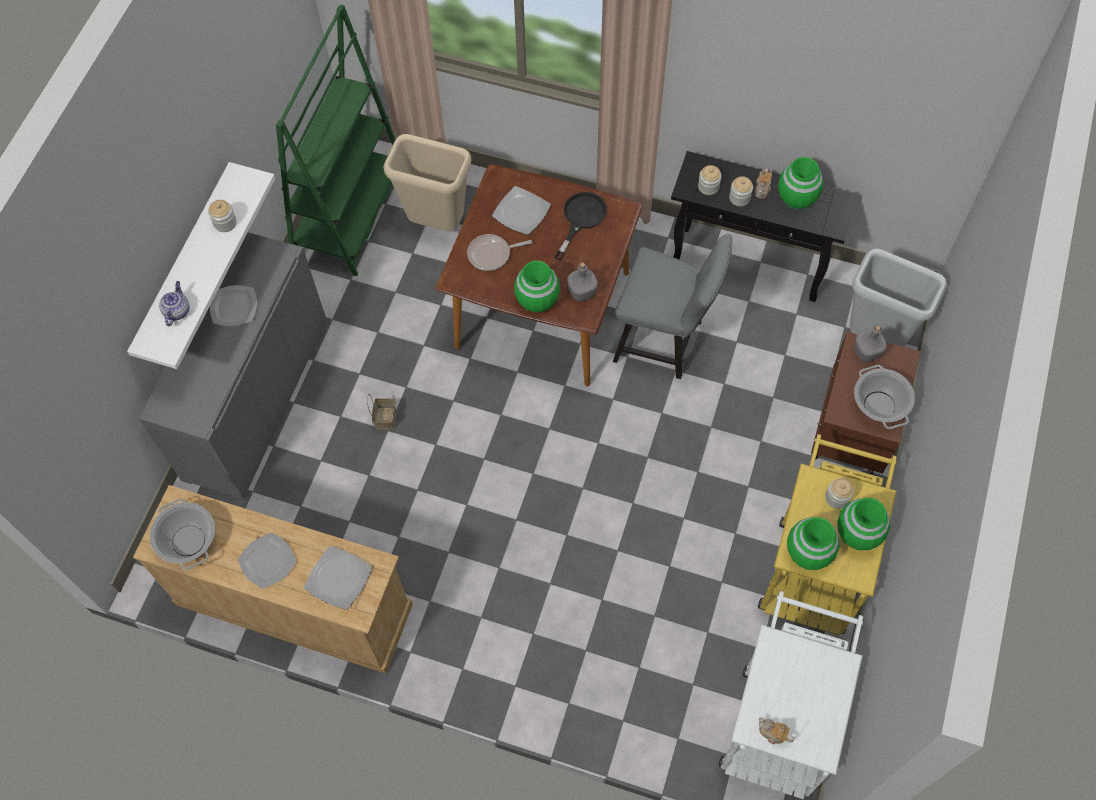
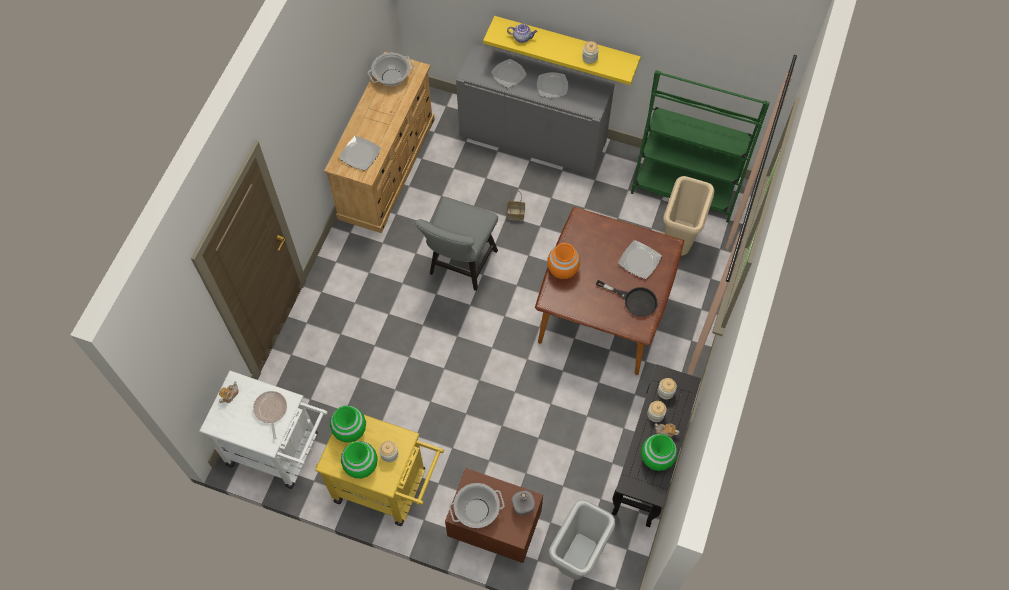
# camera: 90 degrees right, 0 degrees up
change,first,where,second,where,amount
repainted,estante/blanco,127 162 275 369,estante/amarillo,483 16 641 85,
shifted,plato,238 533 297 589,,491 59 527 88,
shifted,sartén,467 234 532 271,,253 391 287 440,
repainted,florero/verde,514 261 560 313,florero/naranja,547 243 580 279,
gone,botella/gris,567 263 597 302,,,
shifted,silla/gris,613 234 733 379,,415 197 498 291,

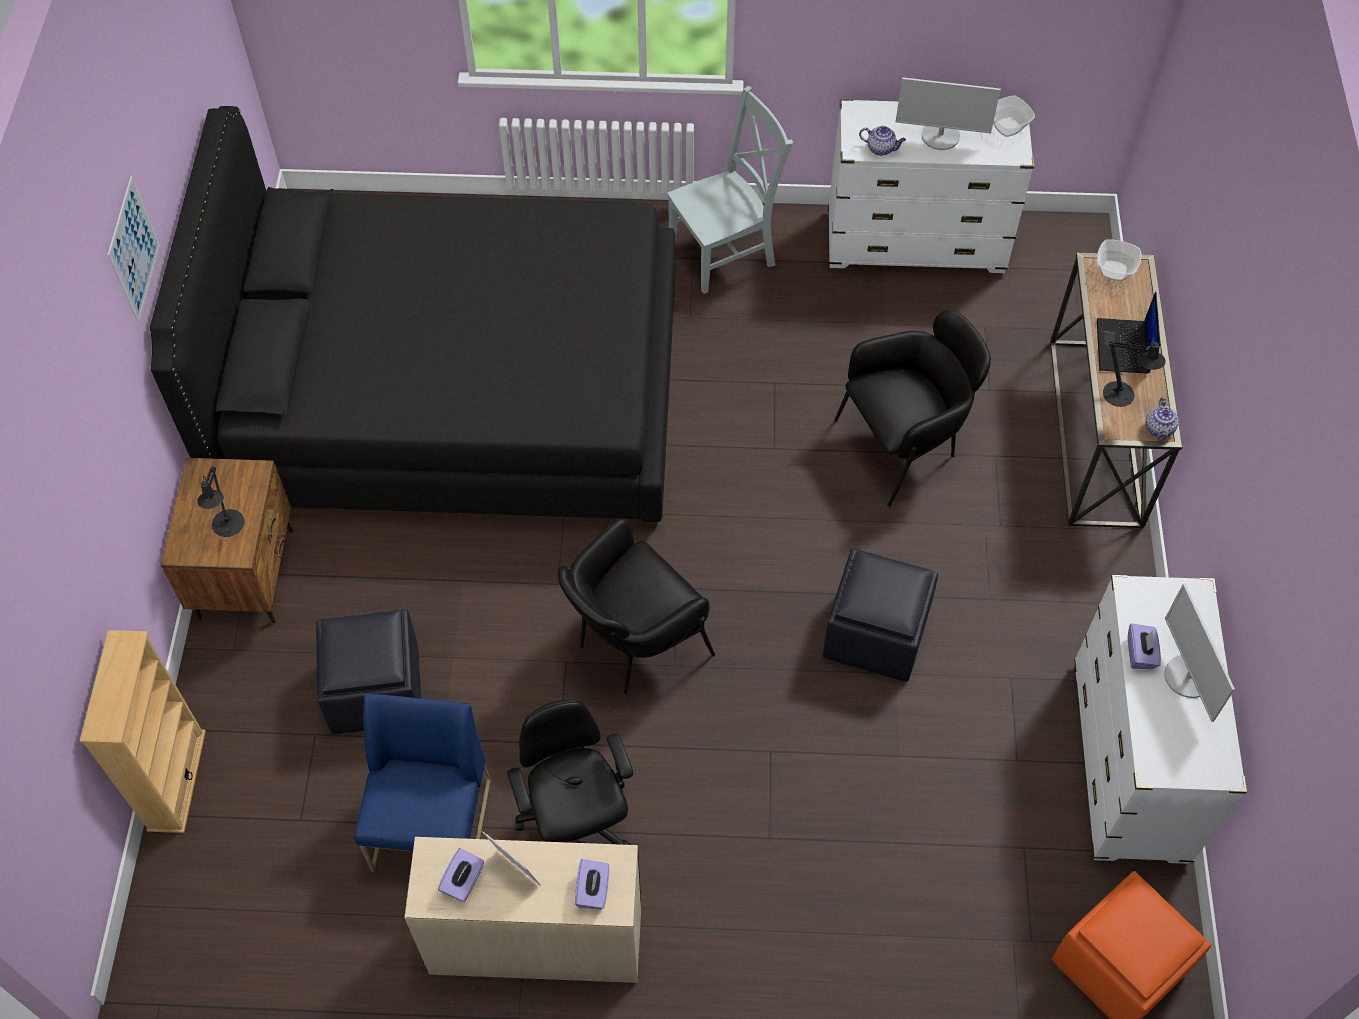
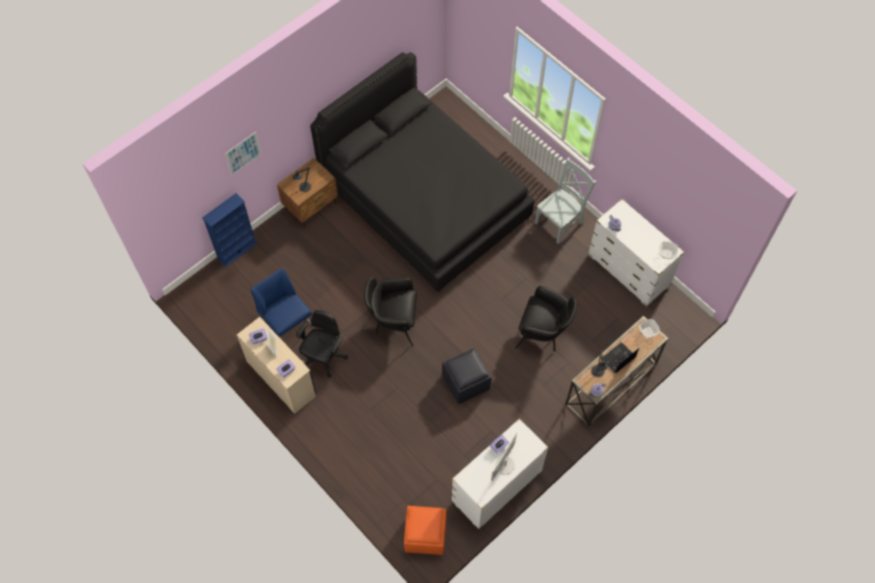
# camera: 45 degrees right, 5 degrees up
change,first,where,second,where,amount
repainted,estantería/beis,80 630 206 833,estantería/azul,202 193 257 267,
shifted,cuadro,108 176 160 322,,225 132 262 175,
gone,puf/negro,316 610 421 734,,,
rotated,silla/azul,354 693 491 872,,250 267 313 340,90 degrees counterclockwise
rotated,silla/gris,667 86 793 294,,535 158 596 244,60 degrees counterclockwise
gone,monitor,896 77 1001 150,,,

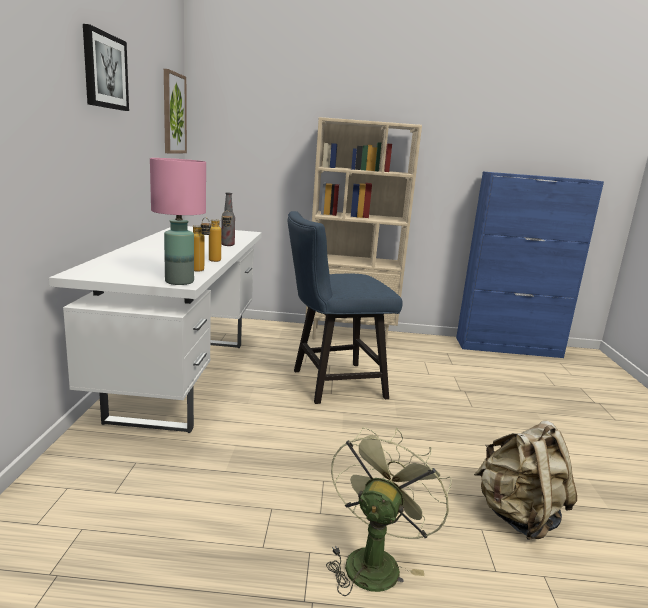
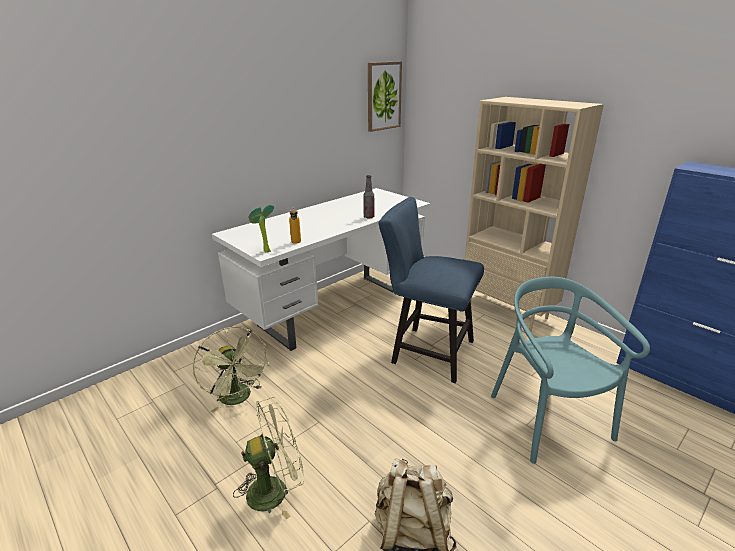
# camera: 45 degrees right, 10 degrees up
change,first,where,second,where,amount
gone,cuadro,83 24 129 111,,,
swapped,lámpara de mesa/rosa,150 158 206 285,planta en maceta,249 205 274 253,
gone,botella,209 211 232 262,,,
new,,,ventilador/verde,193 327 269 413,
new,,,silla/turquesa,491 277 650 464,

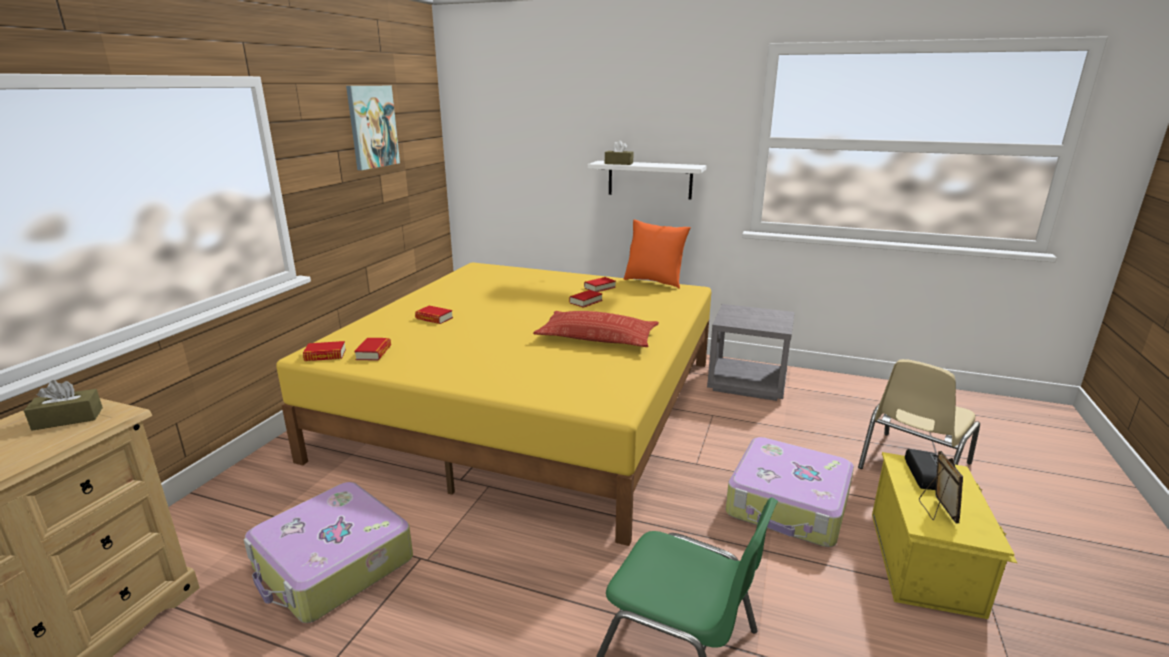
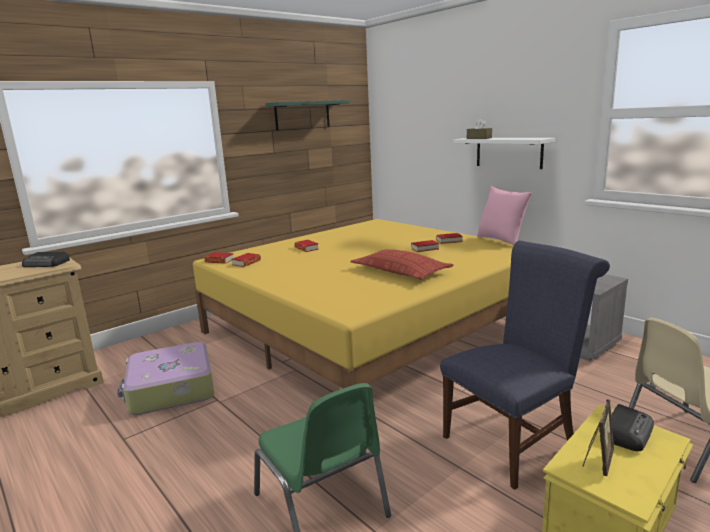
# camera: 30 degrees right, 5 degrees down
change,first,where,second,where,amount
swapped,caja de pañuelos/marrón,24 380 103 431,radio,22 252 70 267,
swapped,cuadro,346 86 400 170,estante/verde,265 100 349 130,
repainted,cojín/naranja,624 220 691 288,cojín/rosa,477 186 532 245,
swapped,maleta,726 437 854 547,silla/azul,440 241 610 490,

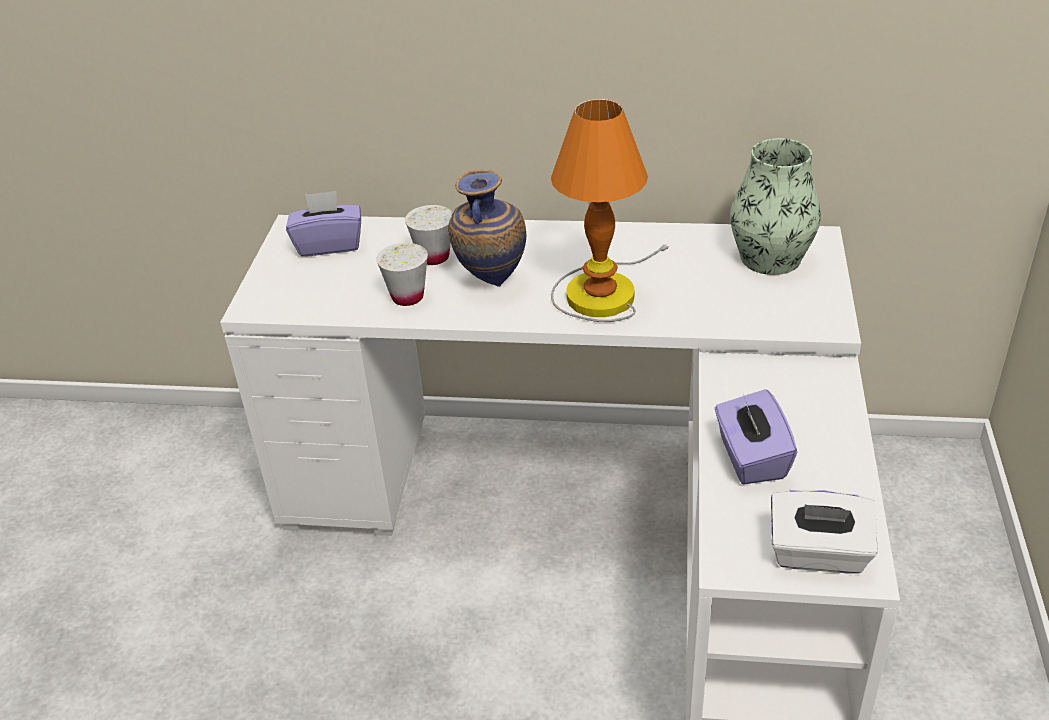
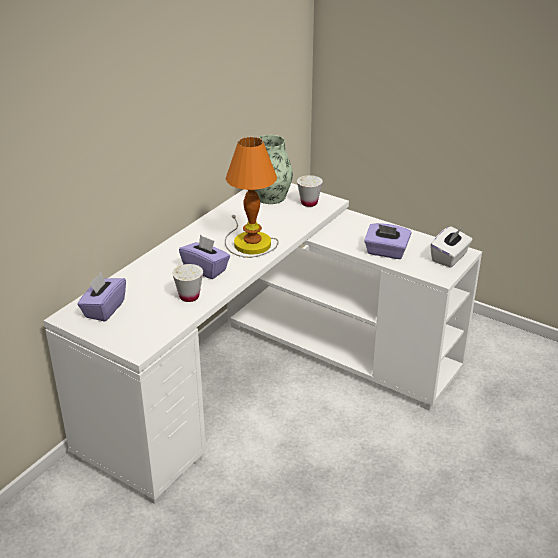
# camera: 65 degrees left, 5 degrees down
change,first,where,second,where,amount
shifted,taza/blanco,405 205 453 265,,297 175 323 207,
swapped,florero,448 170 526 287,caja de pañuelos/morado,179 235 230 279,

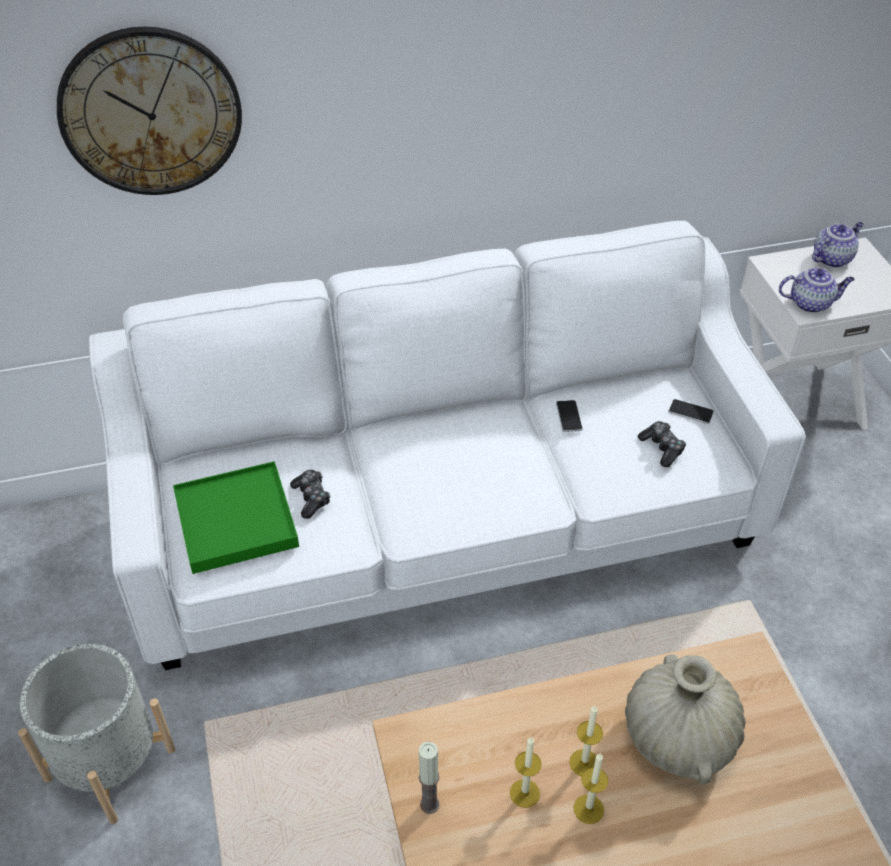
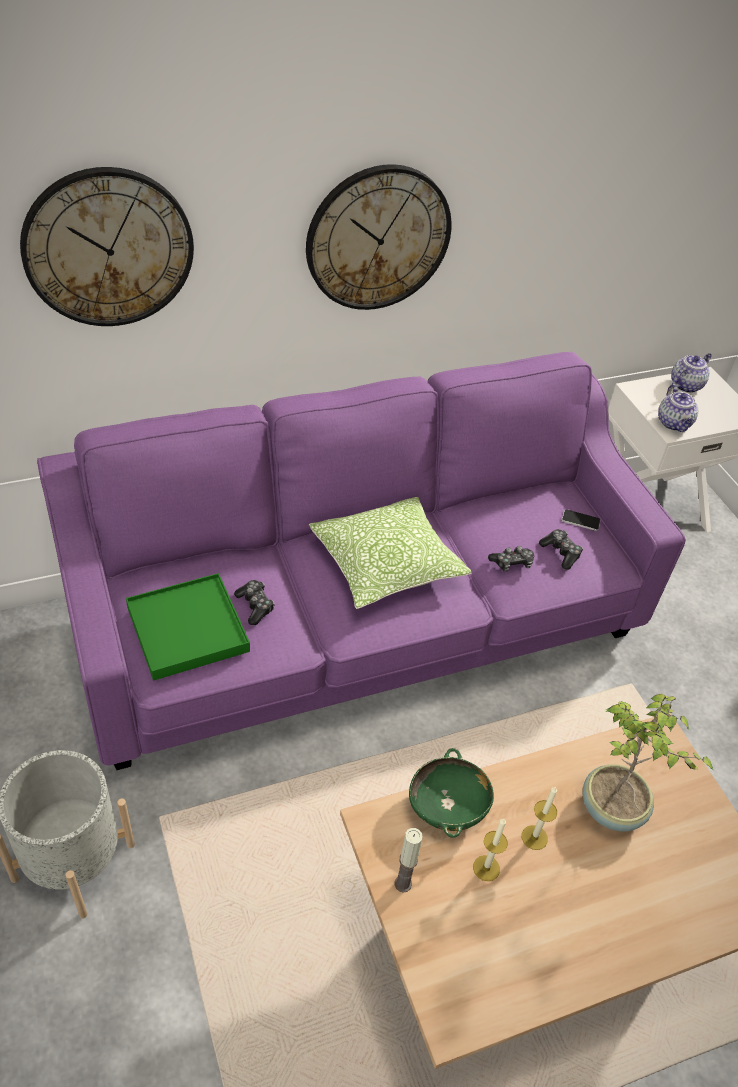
# camera: 10 degrees left, 0 degrees up
change,first,where,second,where,amount
repainted,sofá/blanco,89 221 806 670,sofá/morado,37 352 686 770,
gone,móvil,556 400 582 432,,,
gone,vela,574 754 608 824,,,
swapped,florero/beis,625 654 745 785,planta en maceta,583 694 713 831,
rotated,tetera,779 267 855 313,,658 384 699 432,90 degrees clockwise
new,,,reloj de pared,306 164 452 310,
new,,,cojín,309 497 471 609,
new,,,cuenco/verde,409 748 494 838,
new,,,mando de consola,488 546 534 572,

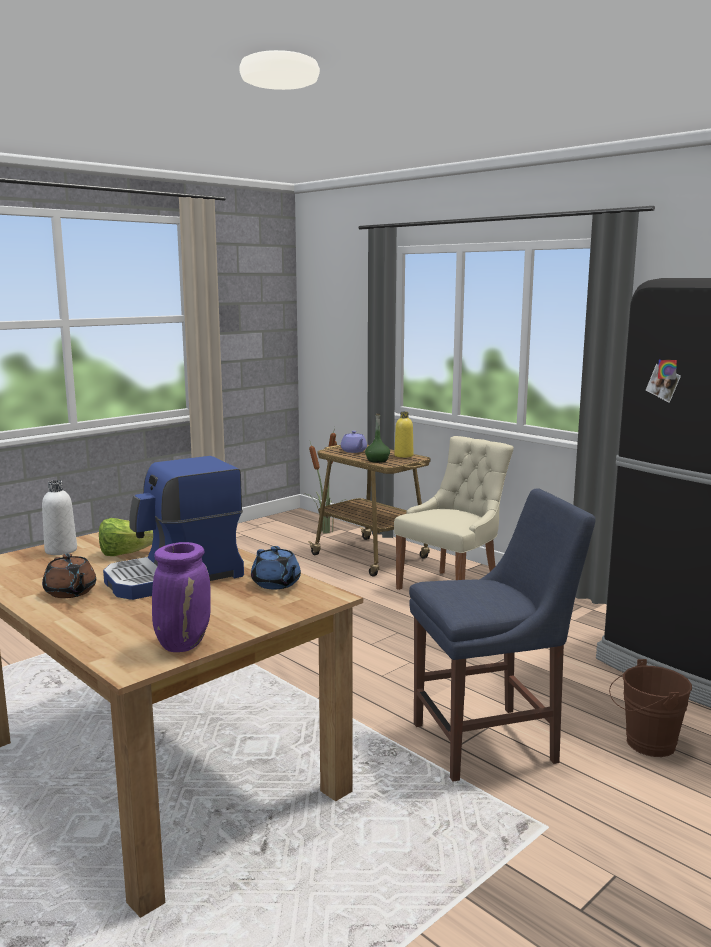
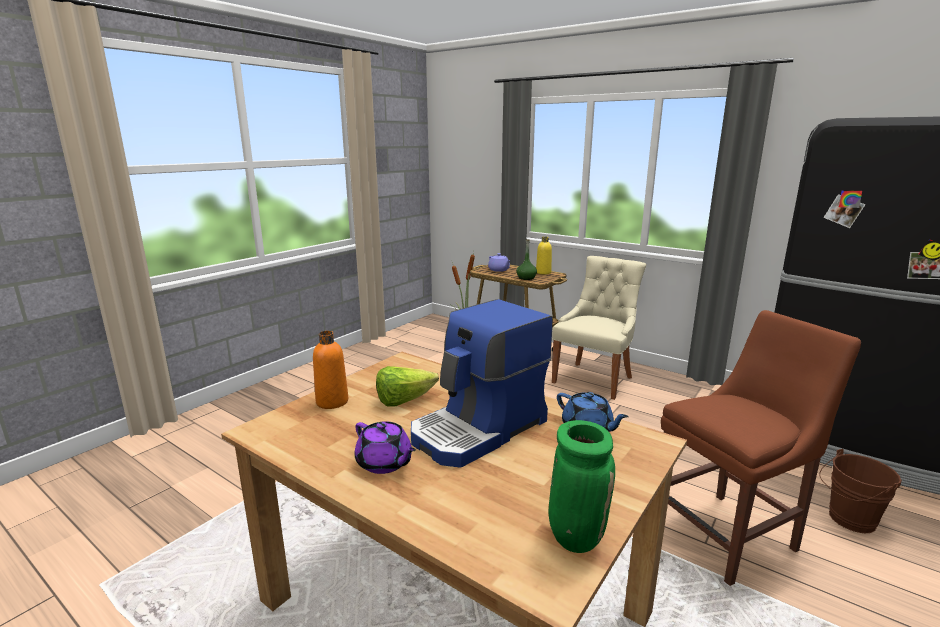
# camera: 10 degrees left, 5 degrees up
change,first,where,second,where,amount
repainted,botella/blanco,42 480 77 555,botella/naranja,313 331 348 409,
repainted,tetera/marrón,42 553 96 598,tetera/morado,355 421 416 474,
repainted,florero/morado,152 542 211 652,florero/verde,549 420 615 553,
repainted,silla/azul,409 488 596 782,silla/marrón,661 310 861 586,

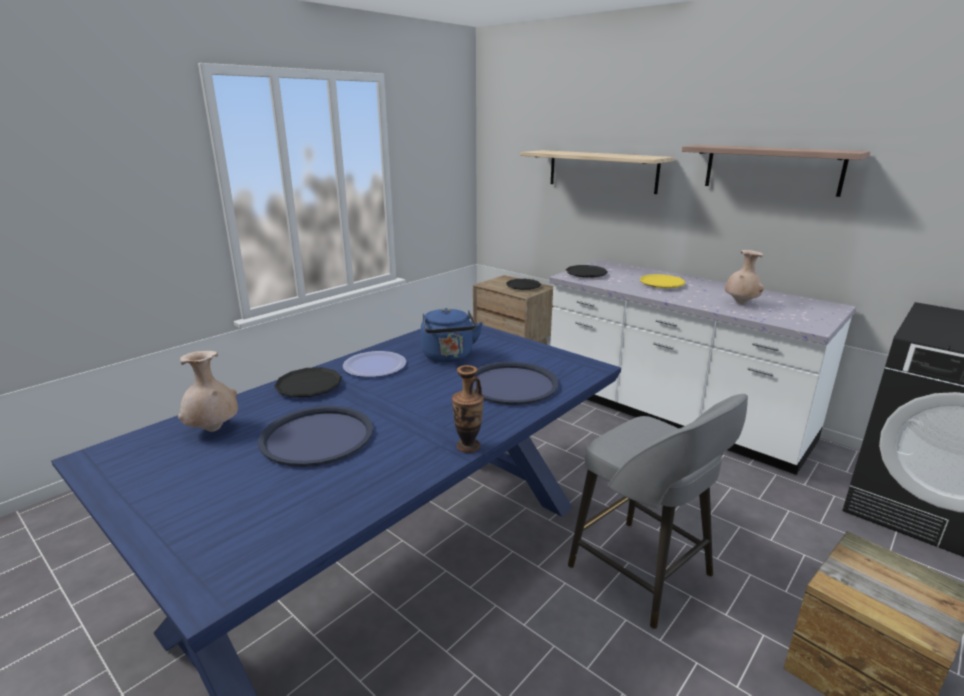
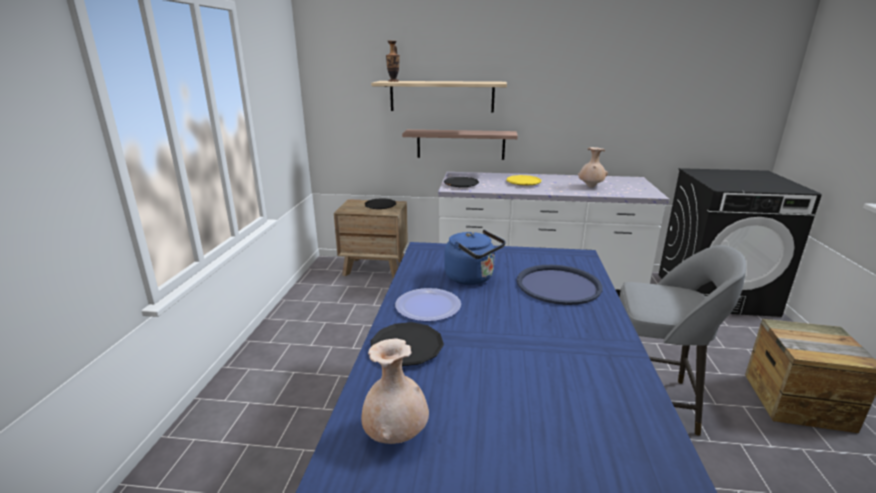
# camera: 35 degrees left, 0 degrees up
change,first,where,second,where,amount
gone,bandeja/azul,258 406 373 467,,,
shifted,florero,452 365 484 453,,386 41 400 82,
shifted,estante,682 145 870 197,,402 129 518 160,

